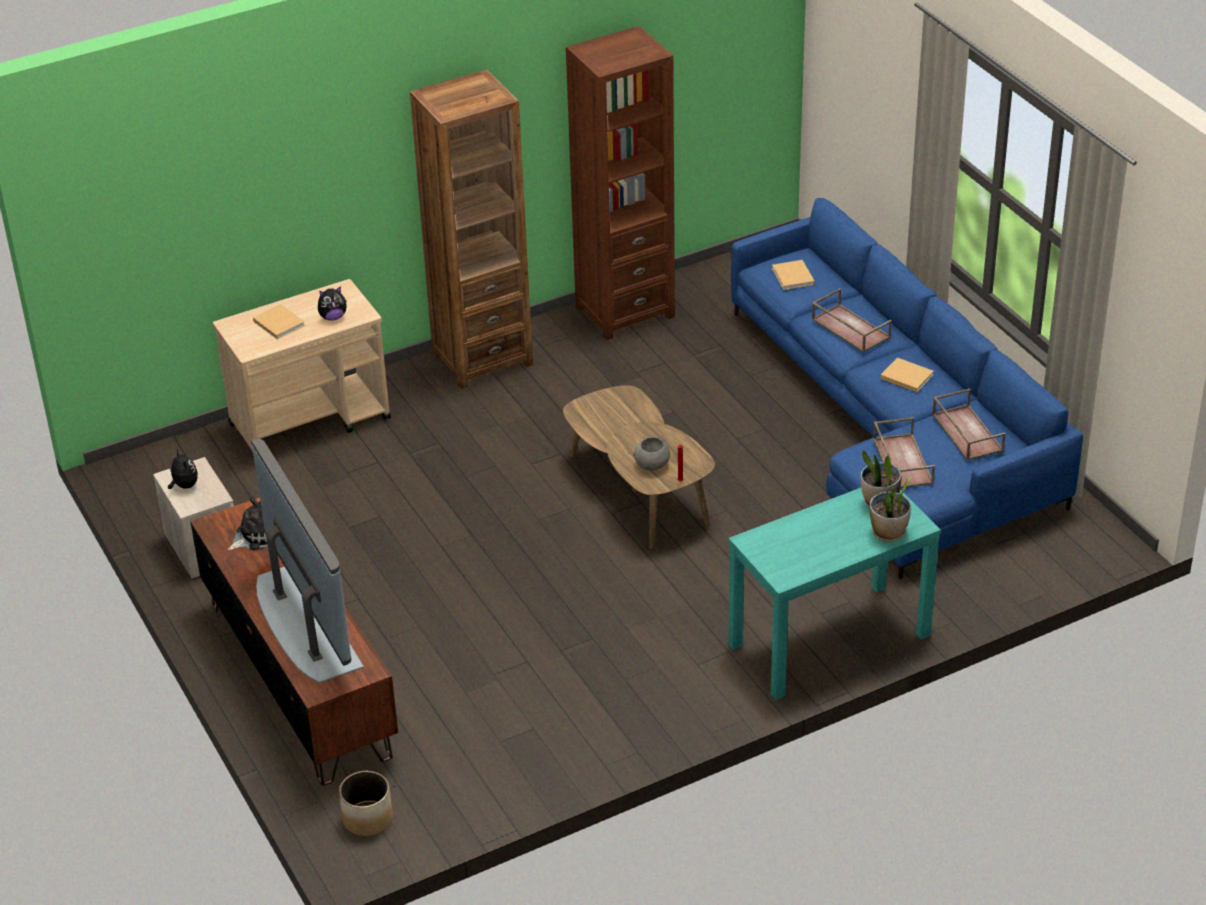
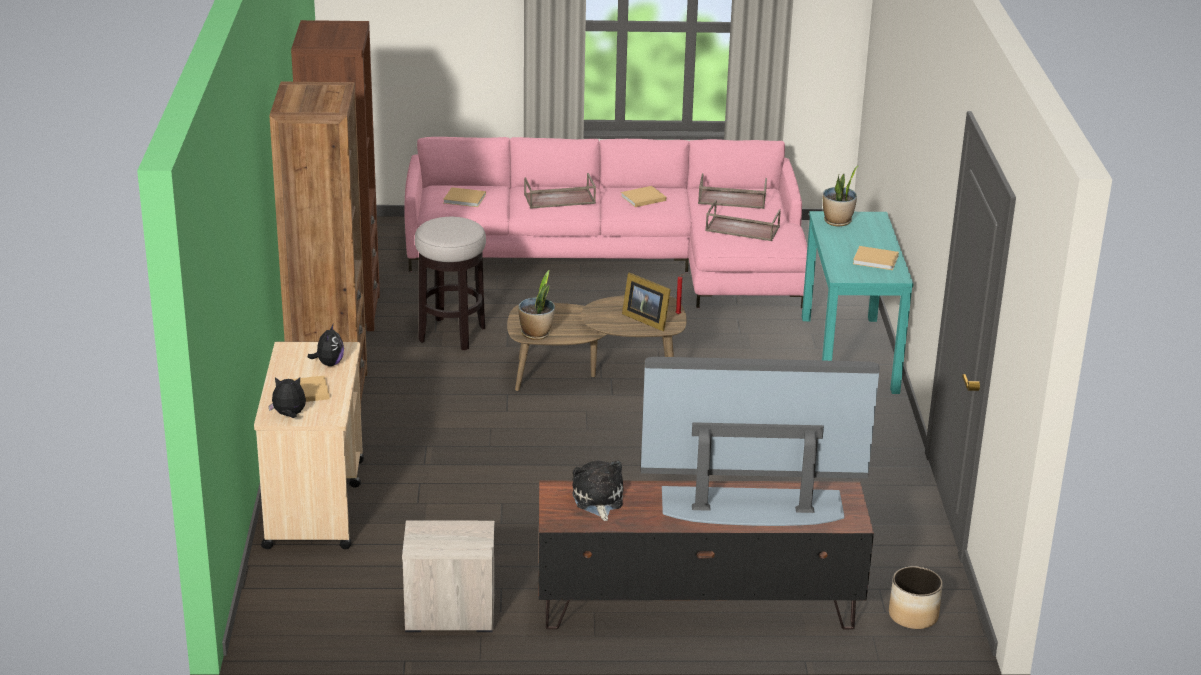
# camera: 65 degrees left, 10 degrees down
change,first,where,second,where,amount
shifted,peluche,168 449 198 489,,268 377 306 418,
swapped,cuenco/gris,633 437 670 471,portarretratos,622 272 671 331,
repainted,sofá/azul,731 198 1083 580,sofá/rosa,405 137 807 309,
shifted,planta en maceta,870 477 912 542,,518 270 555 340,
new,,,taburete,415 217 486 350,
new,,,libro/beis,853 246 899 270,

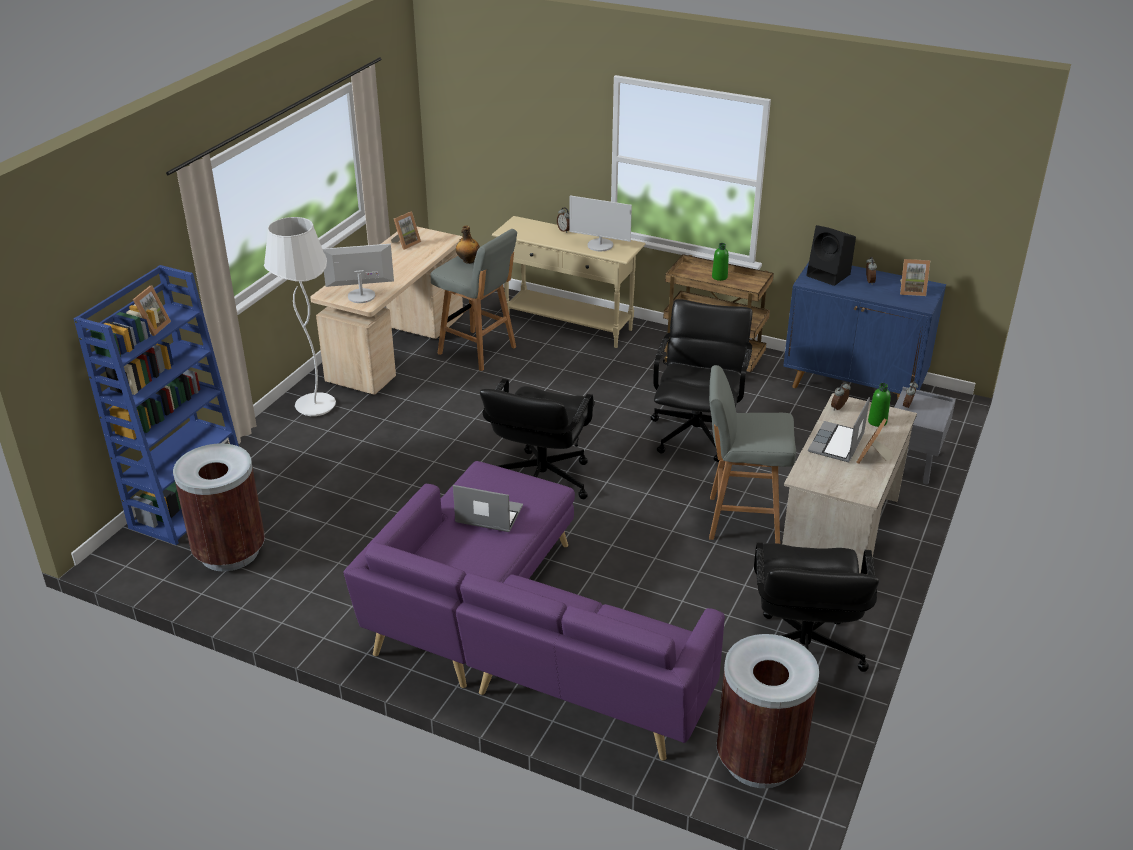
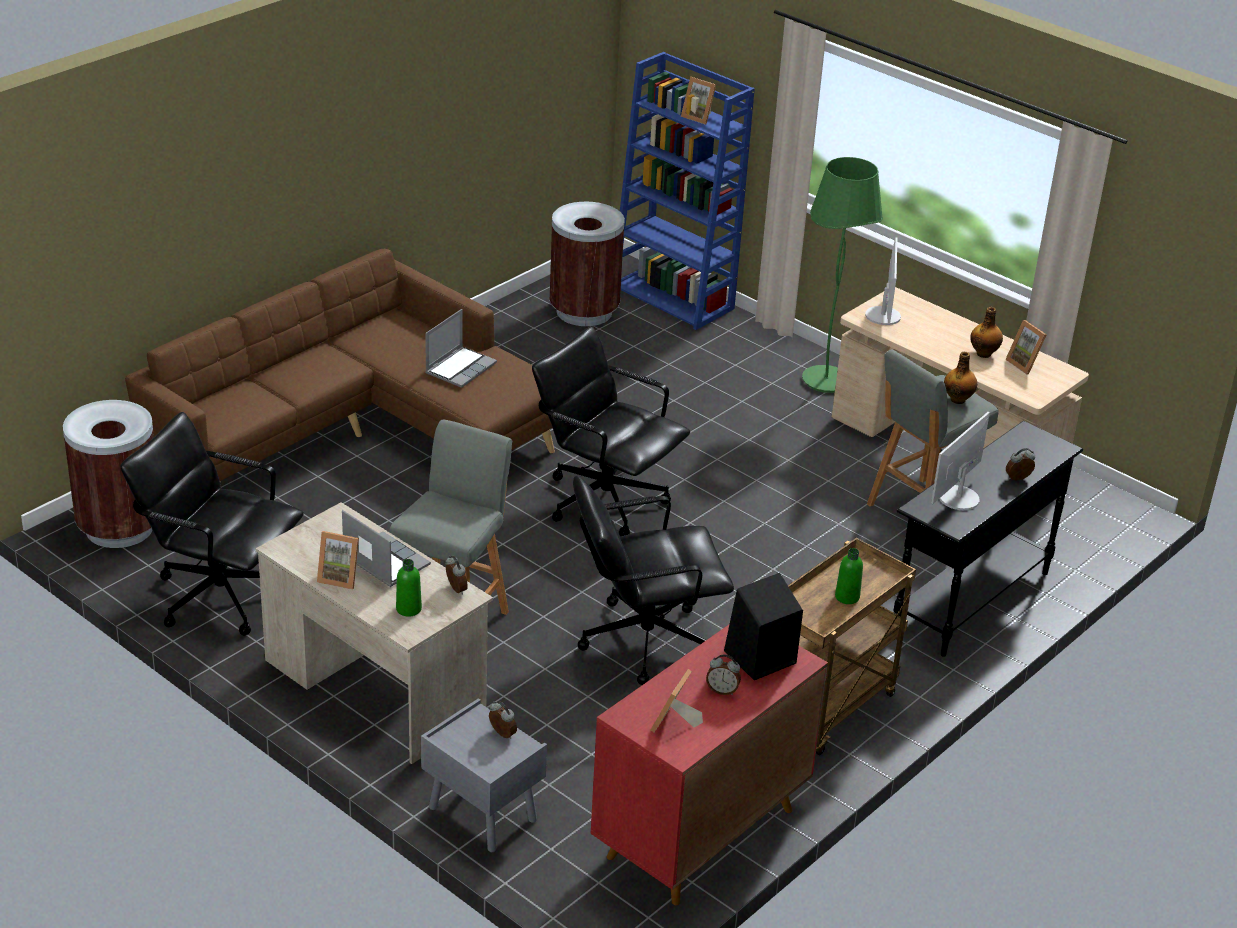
# camera: 105 degrees right, 0 degrees up
change,first,where,second,where,amount
repainted,lámpara de pie/blanco,264 217 336 416,lámpara de pie/verde,802 157 883 393,
repainted,sofá/morado,343 461 725 761,sofá/marrón,125 249 555 482,
repainted,mesa consola/beis,492 216 646 348,mesa consola/negro,893 421 1083 657,
rotated,silla de oficina/negro,651 299 752 462,,573 476 734 685,135 degrees clockwise
repainted,armario/azul,783 262 946 399,armario/rojo,591 625 828 905,
rotated,portarretratos,856 419 893 464,,317 531 359 590,150 degrees clockwise
new,,,botella,970 307 1003 358,

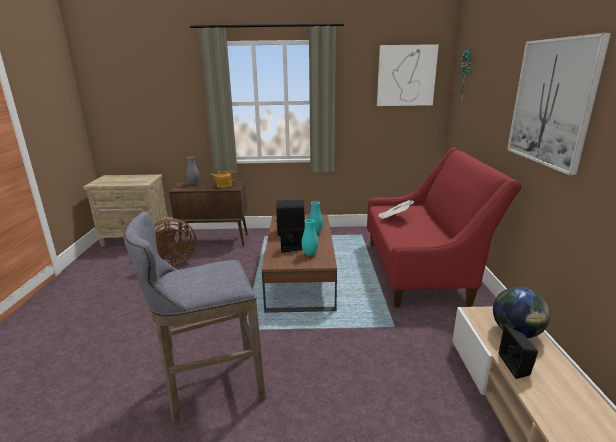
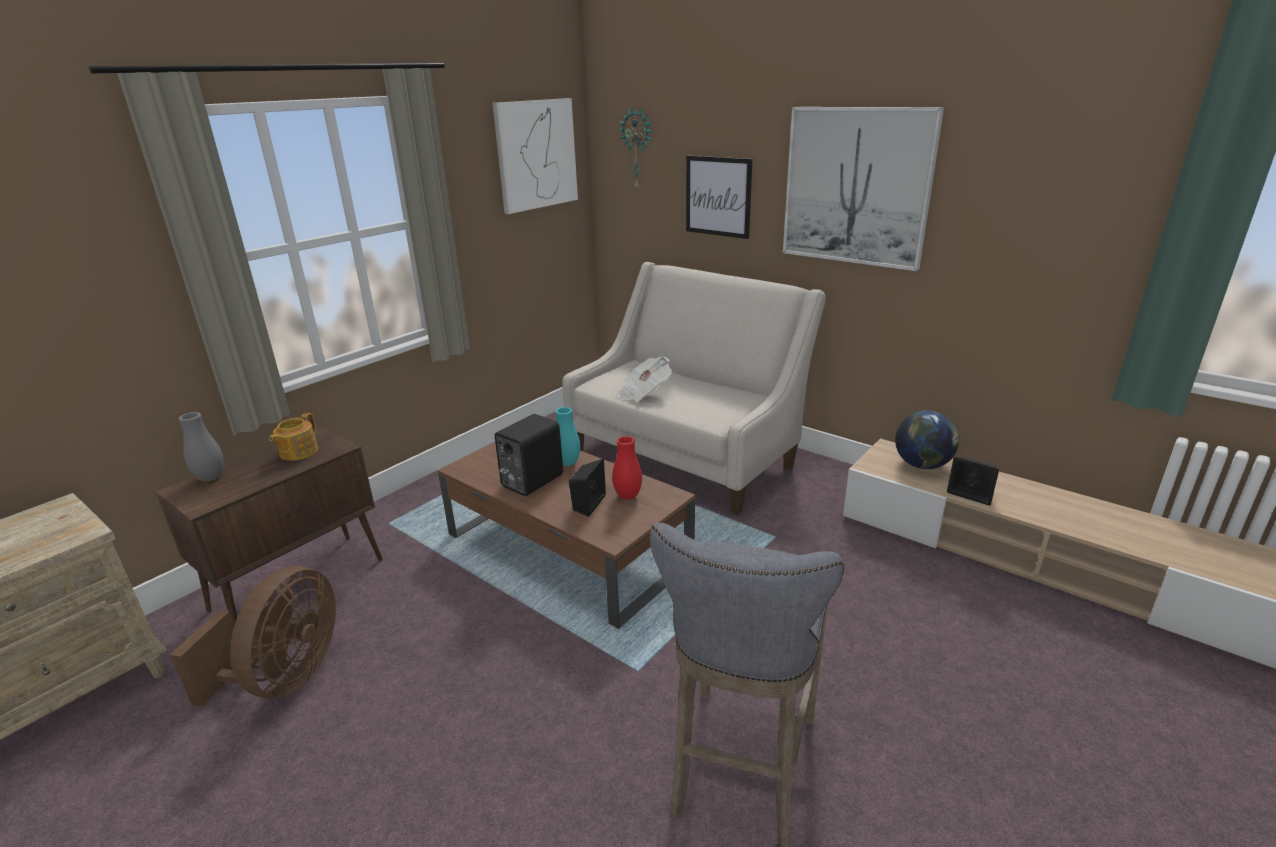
# camera: 50 degrees left, 5 degrees up
change,first,where,second,where,amount
repainted,florero/turquesa,301 219 318 256,florero/rojo,612 436 642 500,
repainted,sofá/rojo,367 148 521 307,sofá/beis,562 262 826 515,
new,,,cuadro,686 156 753 239,

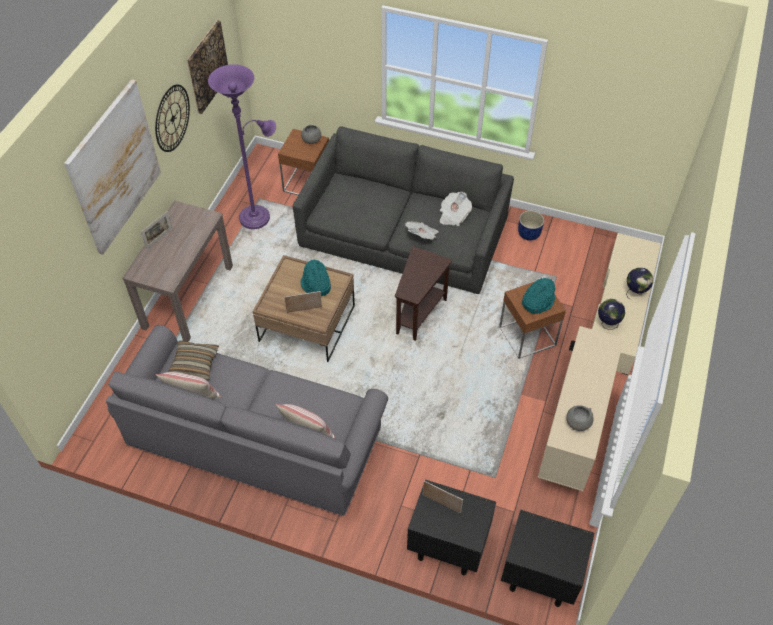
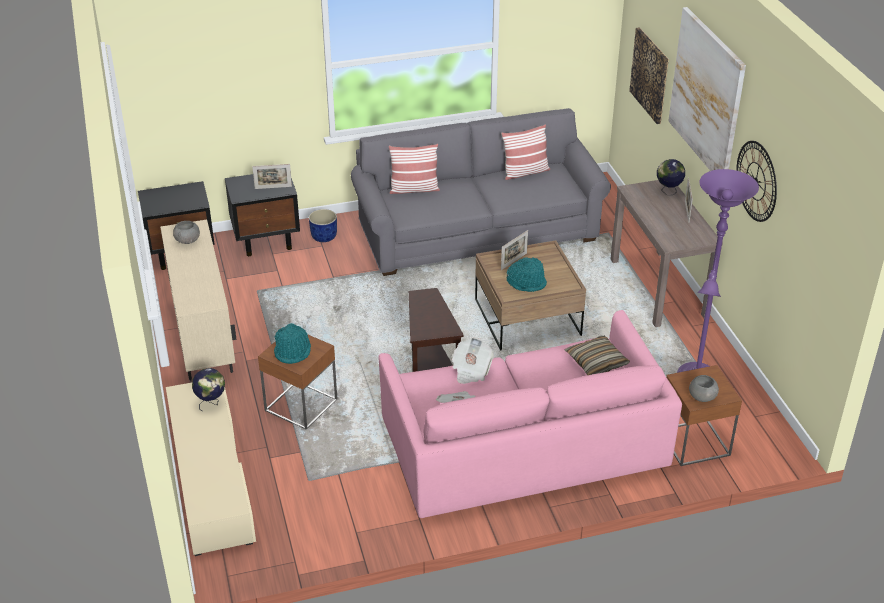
# camera: 145 degrees right, 15 degrees down
change,first,where,second,where,amount
shifted,cojín,169 341 219 379,,565 336 630 375,
shifted,cuadro,187 20 228 114,,629 27 669 124,
repainted,sofá/gris,293 126 514 294,sofá/rosa,379 310 682 518,
shifted,maceta/azul,518 210 544 241,,309 209 337 242,
shifted,globo terráqueo,626 268 653 300,,657 159 685 195,

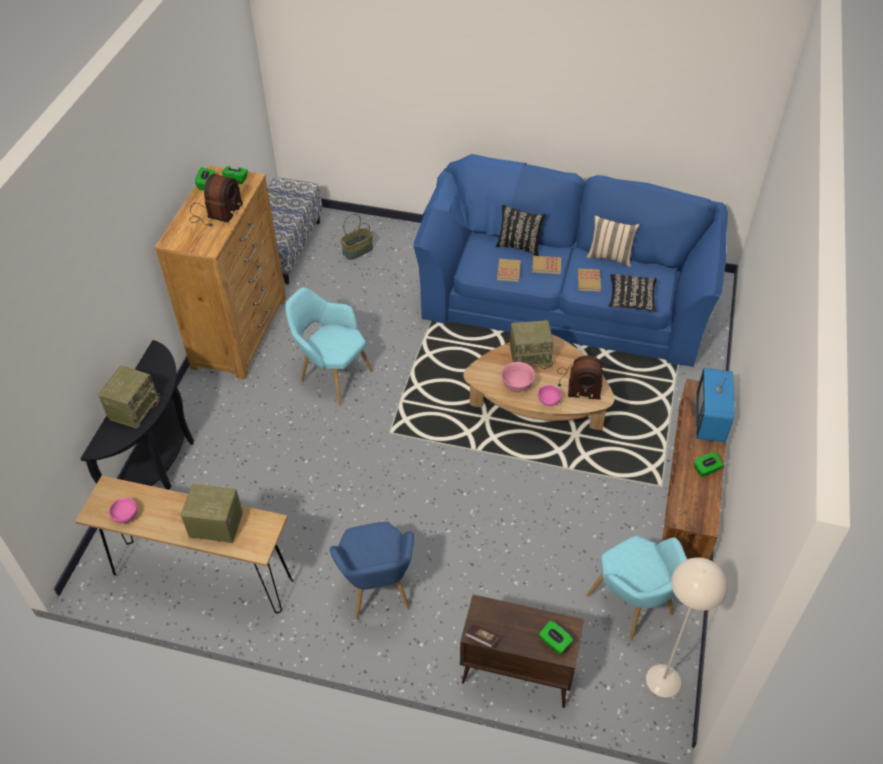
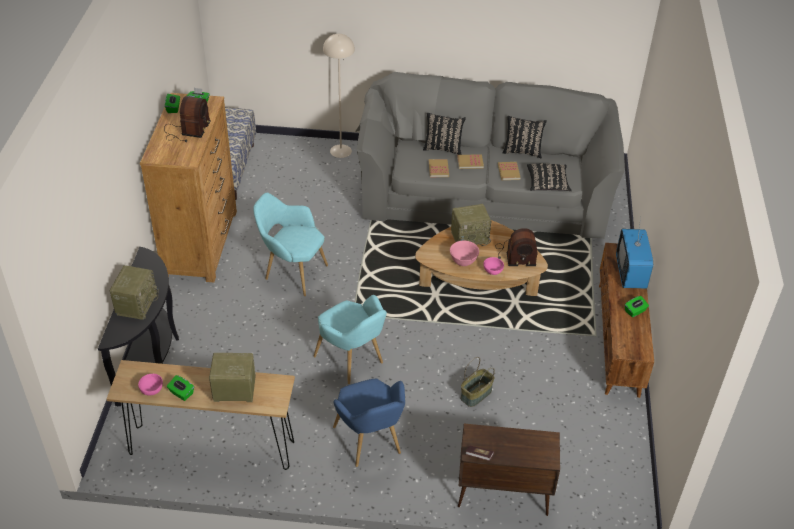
# camera: 10 degrees left, 5 degrees down
change,first,where,second,where,amount
shifted,cesta,341 214 373 260,,460 357 495 407,
repainted,sofá/azul,414 154 728 367,sofá/gris,355 72 625 239,
shifted,caja de pañuelos/verde,539 621 573 654,,167 375 194 401,
repainted,cojín/beis,587 215 640 267,cojín/negro,503 116 547 158,
shifted,sillón/turquesa,587 536 687 640,,313 295 387 384,
shifted,lámpara de pie/beis,646 557 728 697,,323 34 355 158,

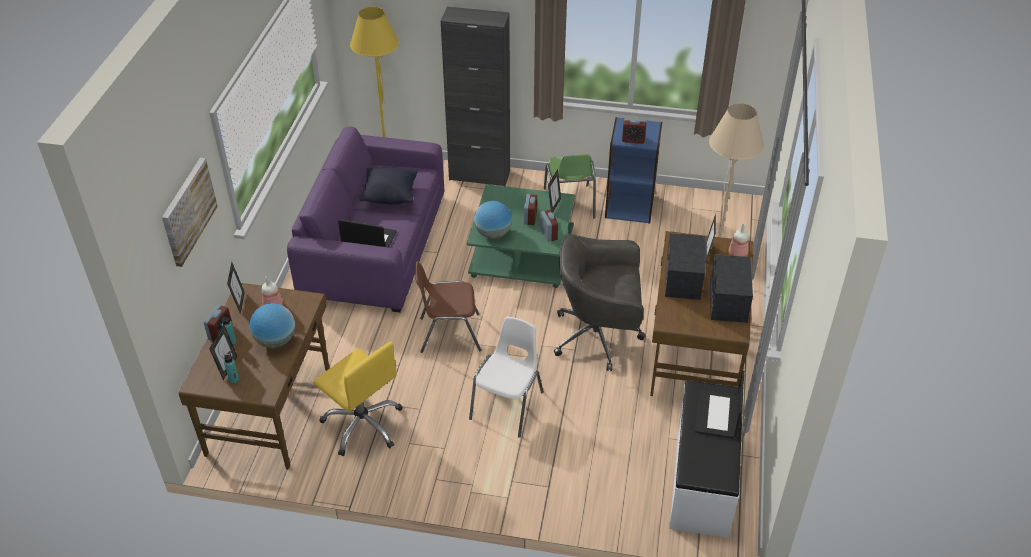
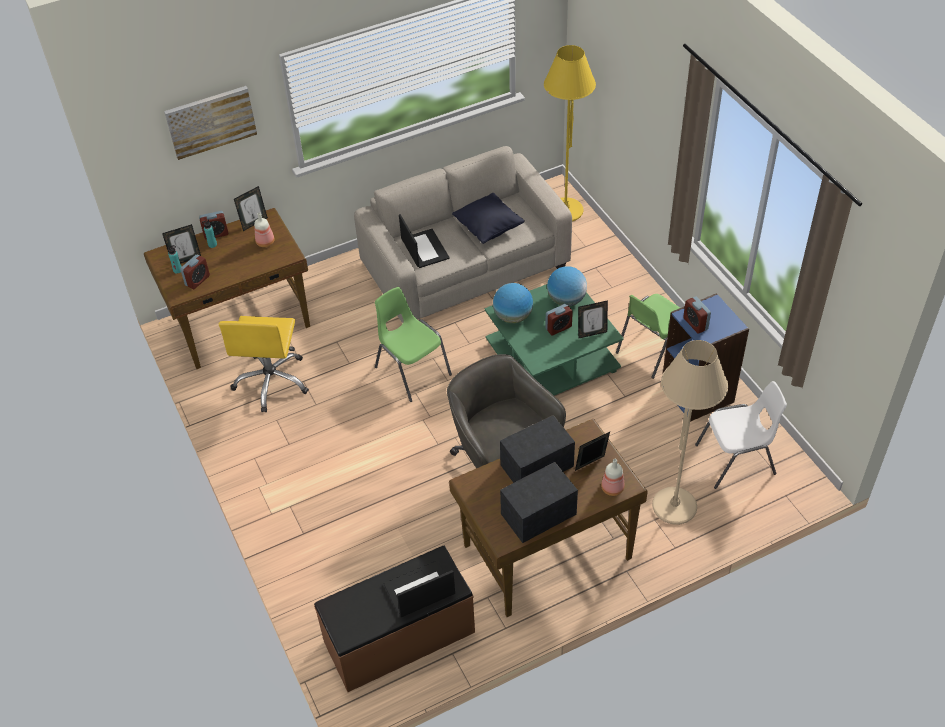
# camera: 55 degrees right, 5 degrees up
change,first,where,second,where,amount
shifted,globo terráqueo,249 303 295 348,,547 266 587 306,
repainted,sofá/morado,287 127 444 313,sofá/beis,354 146 572 323,
repainted,silla/marrón,415 261 481 353,silla/verde,375 287 452 402,
gone,armario/negro,441 7 510 186,,,
shifted,silla/blanco,469 317 544 438,,695 381 787 489,
shifted,despertador,540 210 558 242,,180 254 210 289,
repainted,banco/blanco,669 380 743 538,banco/marrón,314 546 475 692,

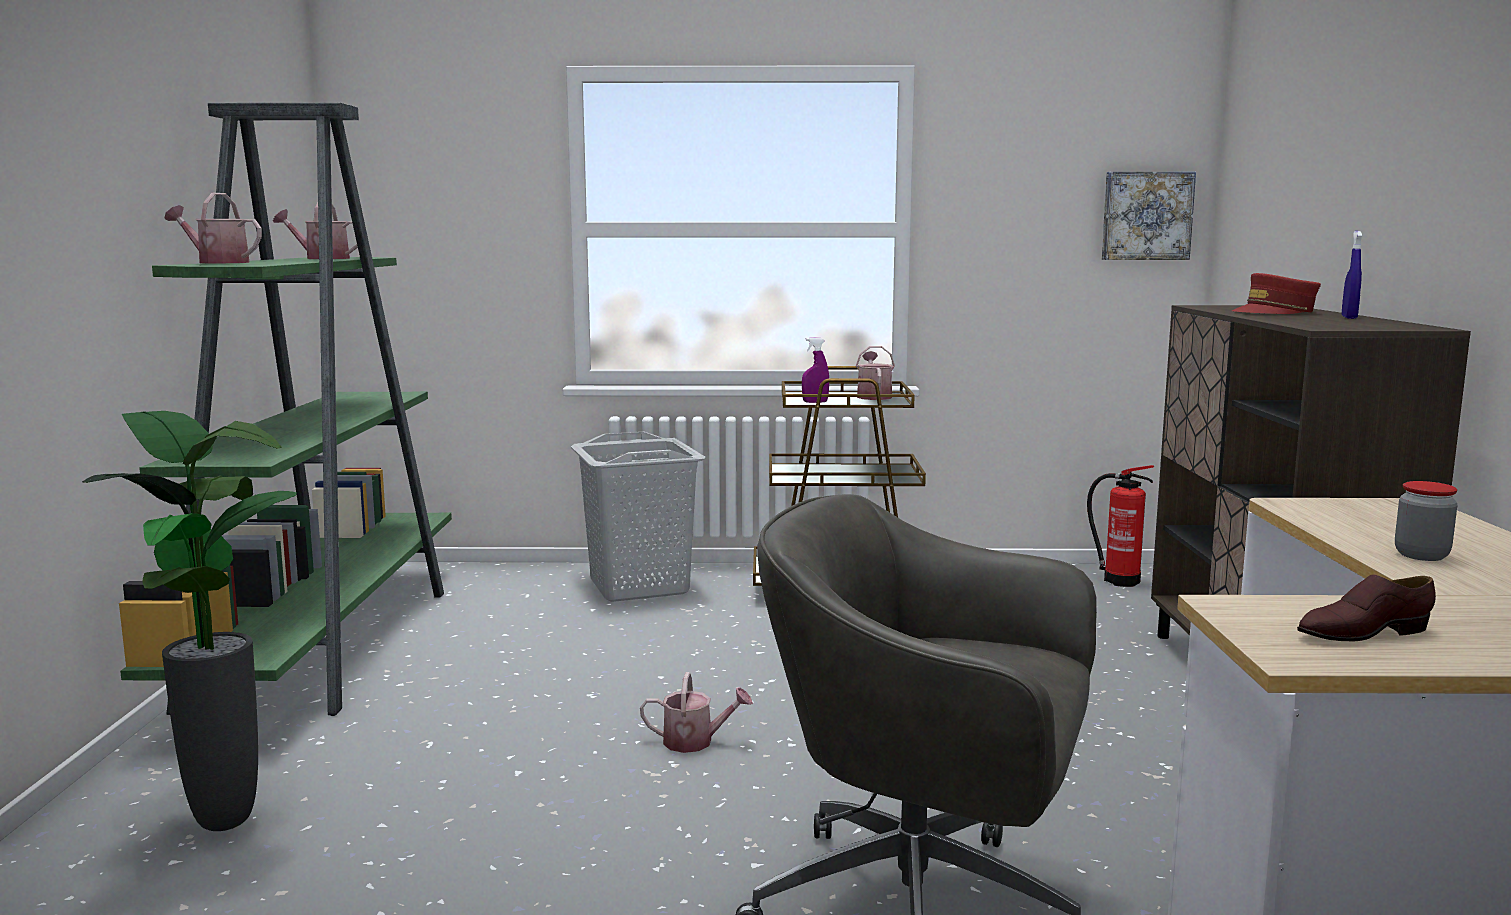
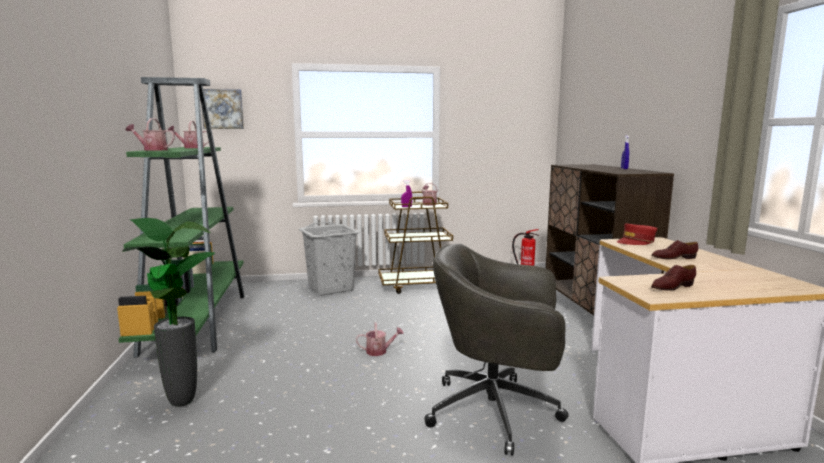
# camera: 10 degrees left, 0 degrees up
change,first,where,second,where,amount
shifted,cuadro,1102 172 1196 260,,201 89 244 129,
shifted,gorra/rojo,1232 273 1321 314,,617 223 657 245,
swapped,tarro,1395 481 1457 561,zapato/marrón,652 240 698 259,

